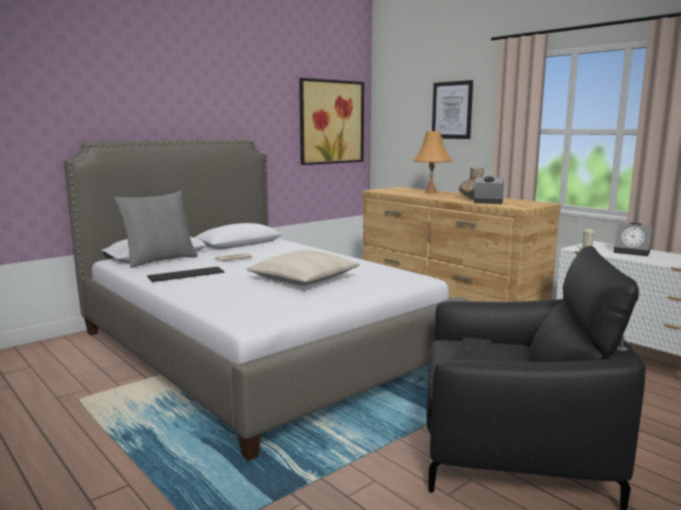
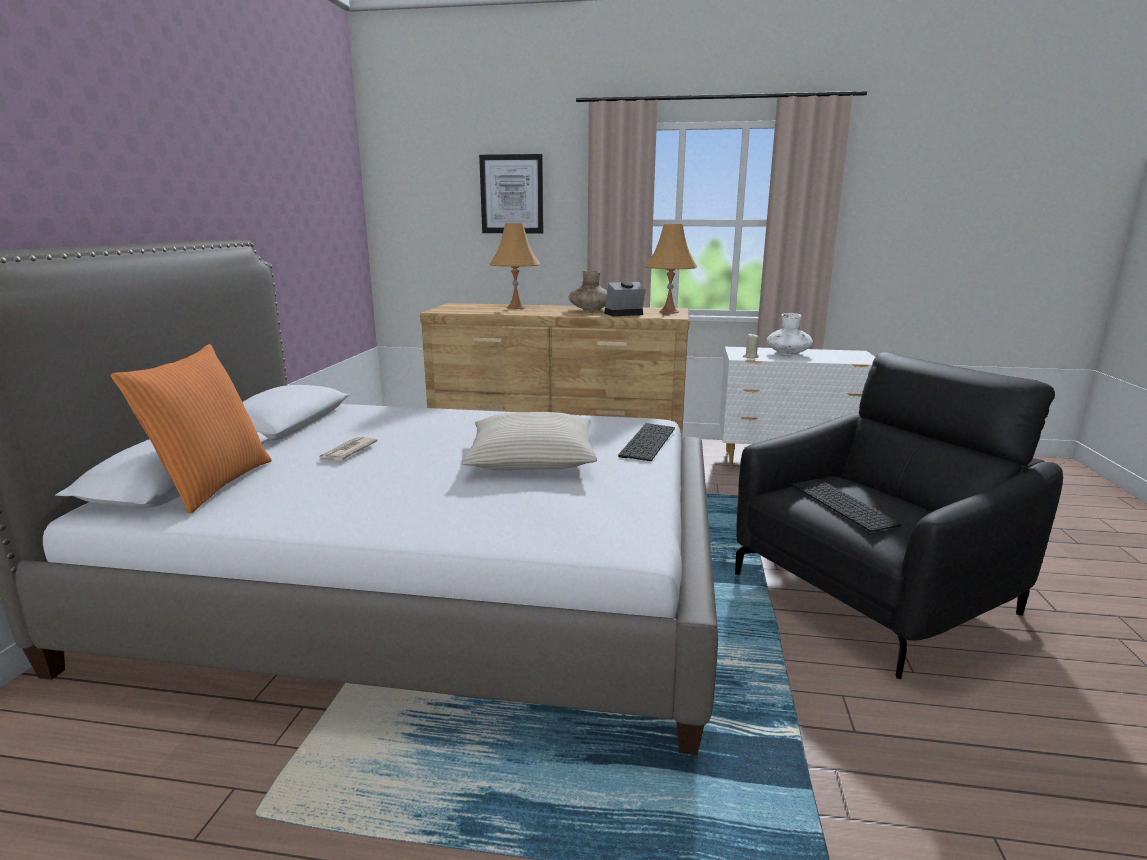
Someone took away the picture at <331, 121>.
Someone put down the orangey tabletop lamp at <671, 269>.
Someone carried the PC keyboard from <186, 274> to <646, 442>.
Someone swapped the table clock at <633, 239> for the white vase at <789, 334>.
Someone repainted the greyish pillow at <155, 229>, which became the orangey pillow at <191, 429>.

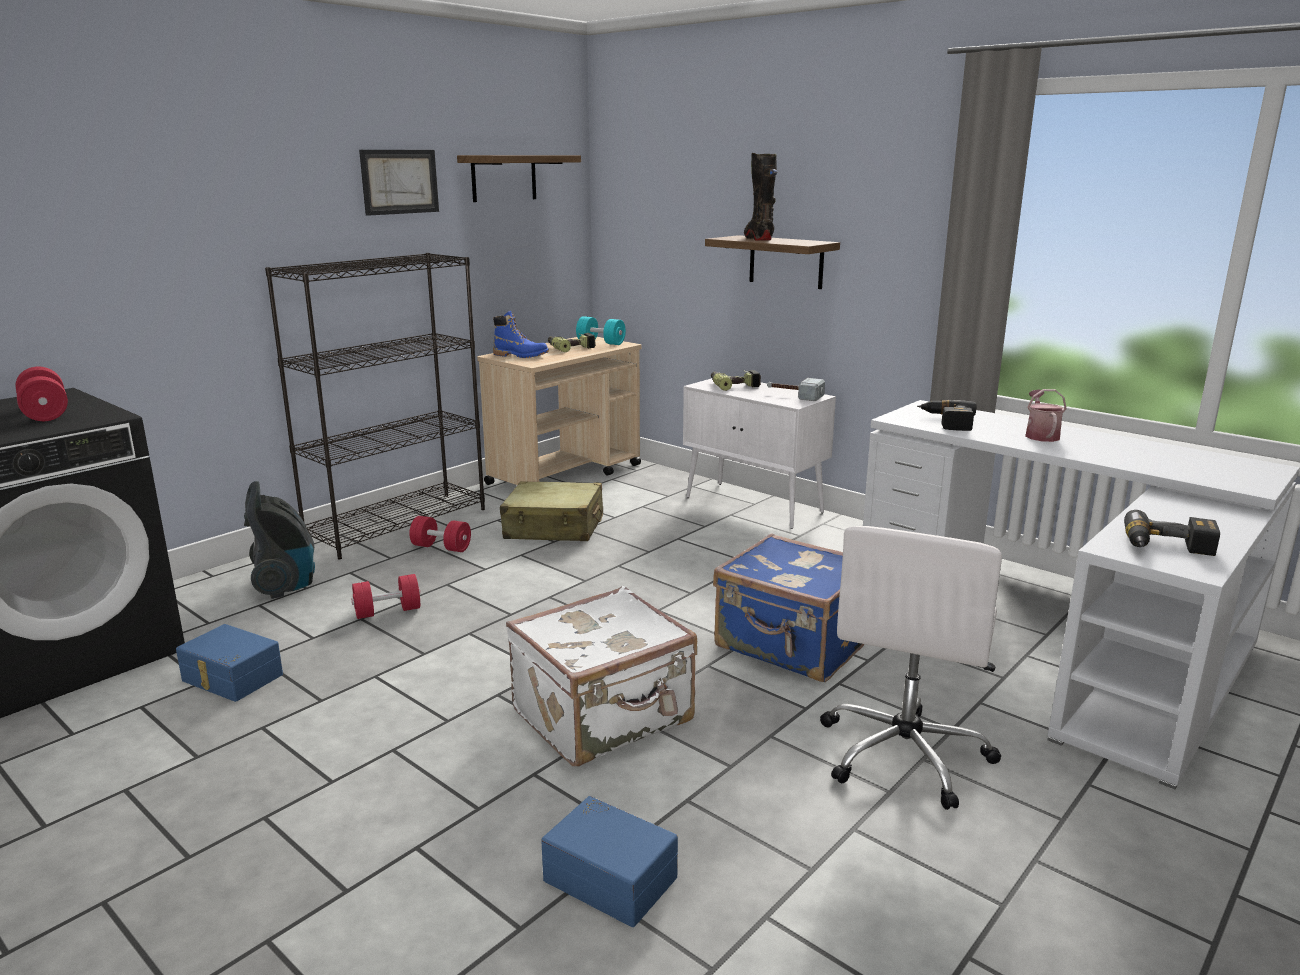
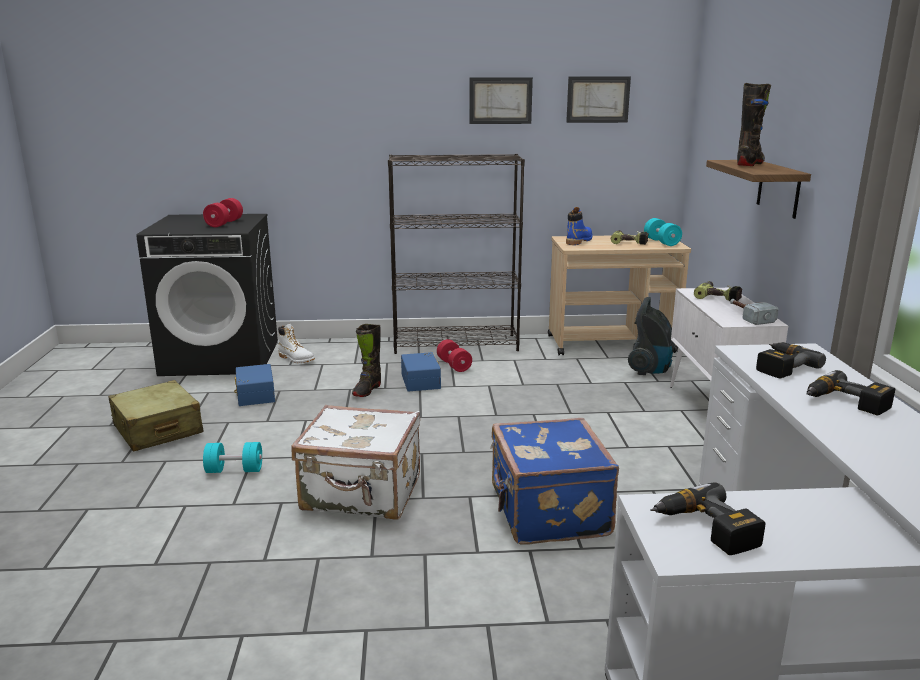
Someone took away the white office chair at <911, 668>.
Someone put down the turquoise-coloured hand weight at <232, 457>.
Someone put down the white high-top boot at <296, 343>.
Someone carried the vacuum cleaner from <279, 540> to <651, 336>.
Someone carried the sand-coloured piece of luggage from <551, 511> to <156, 416>.
Someone carried the bluish storage box from <609, 861> to <421, 371>.
Someone swapped the reddish hand weight at <385, 596> for the black high-top boot at <366, 360>.
Someone swapped the wall shelf at <519, 178> for the picture at <598, 99>.
Someone swapped the watering can at <1046, 415> for the power drill at <851, 393>.
Someone rotated the bluish high-top boot at <521, 334> by 120 degrees counterclockwise.

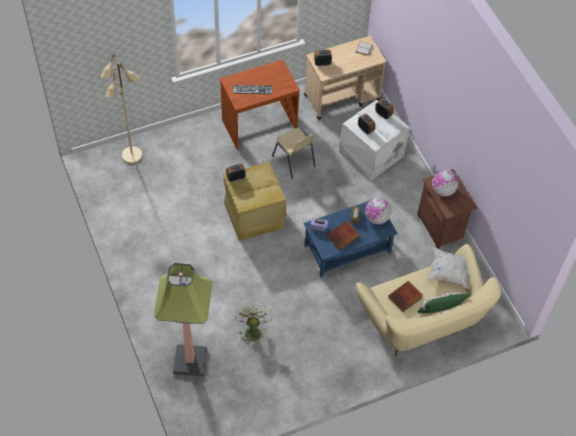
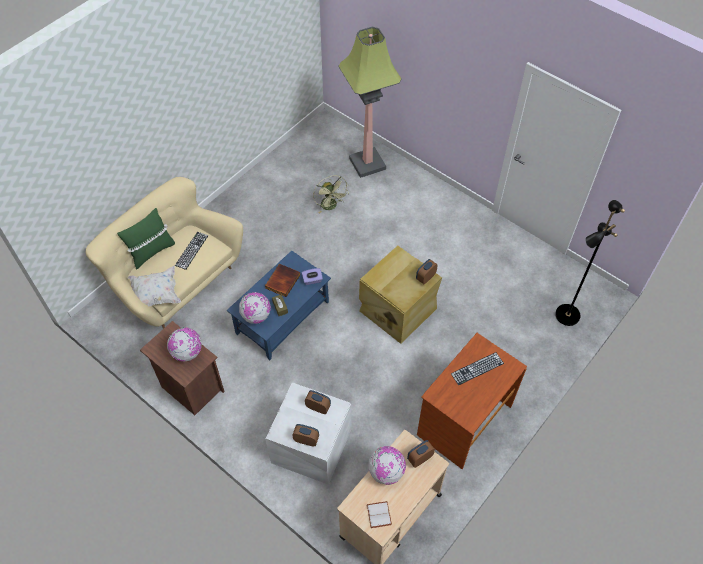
Someone took away the sand-coloured upright chair at <293, 153>.
Someone put down the desk globe at <387, 465>.
Someone swapped the book at <405, 296> for the PC keyboard at <191, 251>.
Someone repainted the sand-coloured standard lamp at <121, 109>, which became the black standard lamp at <590, 263>.

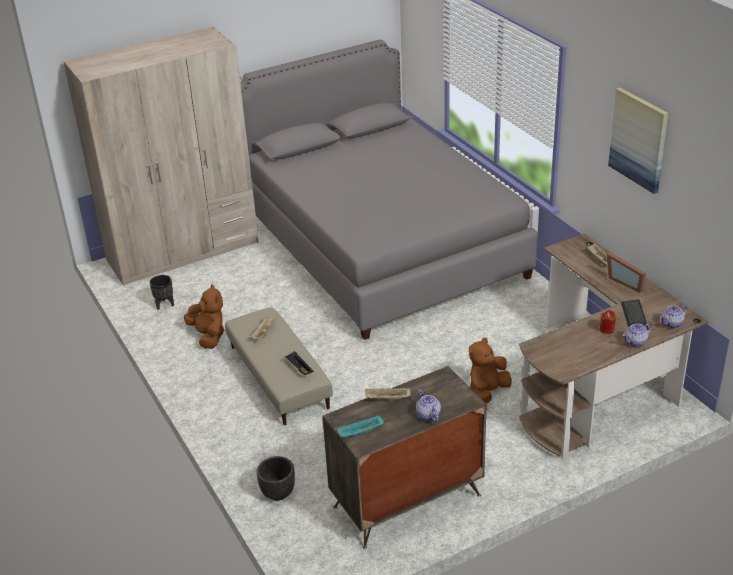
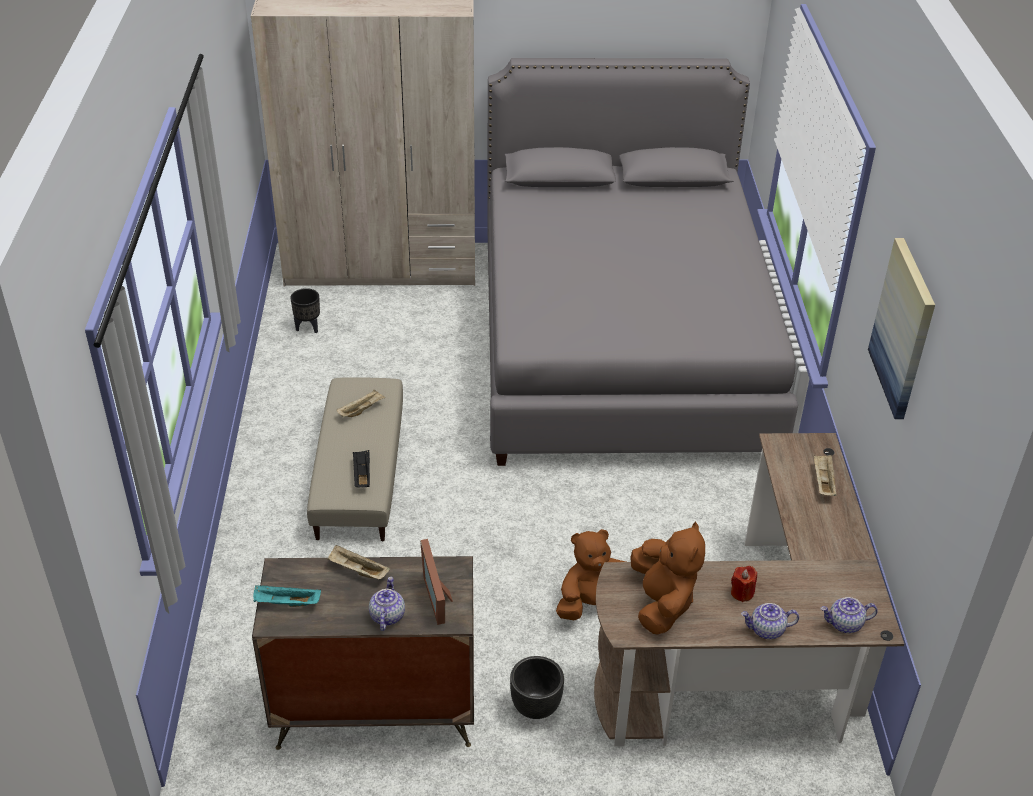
Someone took away the PC keyboard at <635, 314>.
Someone carried the brown-coloured soft toy from <204, 316> to <667, 578>.
Someone carried the black plant pot from <275, 478> to <537, 687>.
Someone carried the standing frame from <626, 272> to <436, 582>.

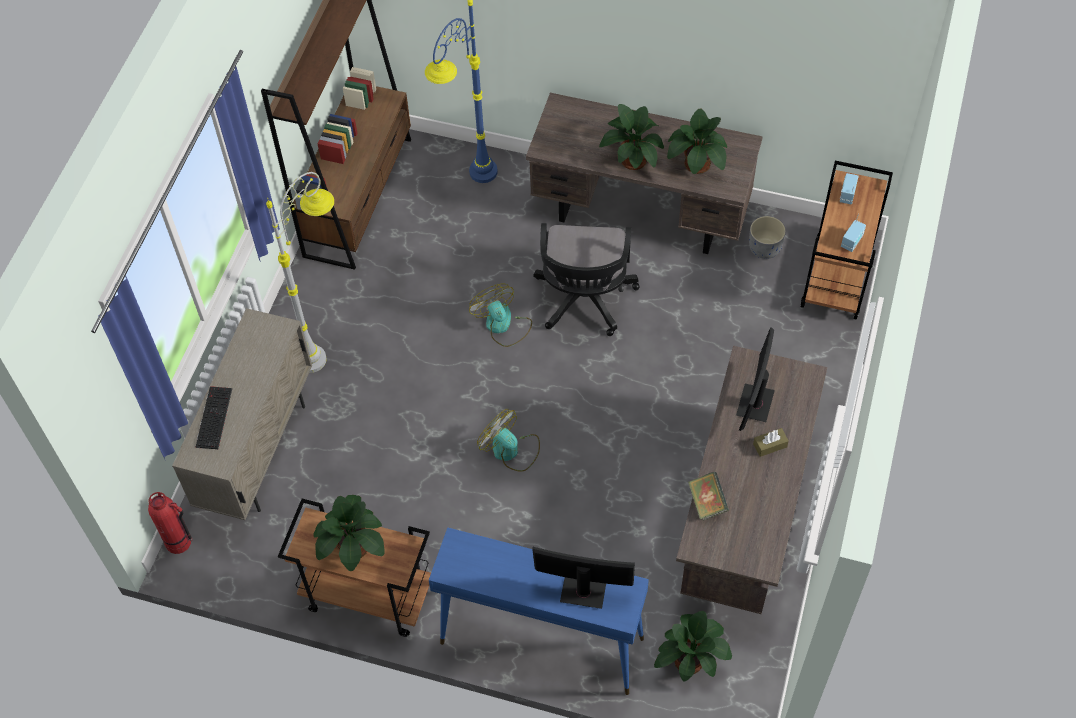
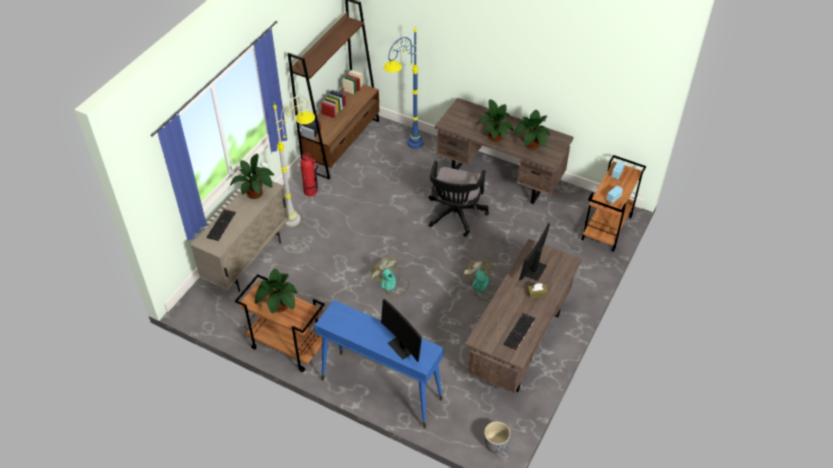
Someone took away the book at <708, 496>.
Someone put down the PC keyboard at <519, 331>.
Someone carried the fire extinguisher from <170, 523> to <309, 174>.
Someone carried the cooling fan from <500, 315> to <482, 279>.
Someone carried the houseplant from <693, 646> to <252, 176>.
Someone carried the greyish plant pot from <767, 237> to <497, 437>.
Someone rotated the computer screen at <583, 578> by 150 degrees counterclockwise.

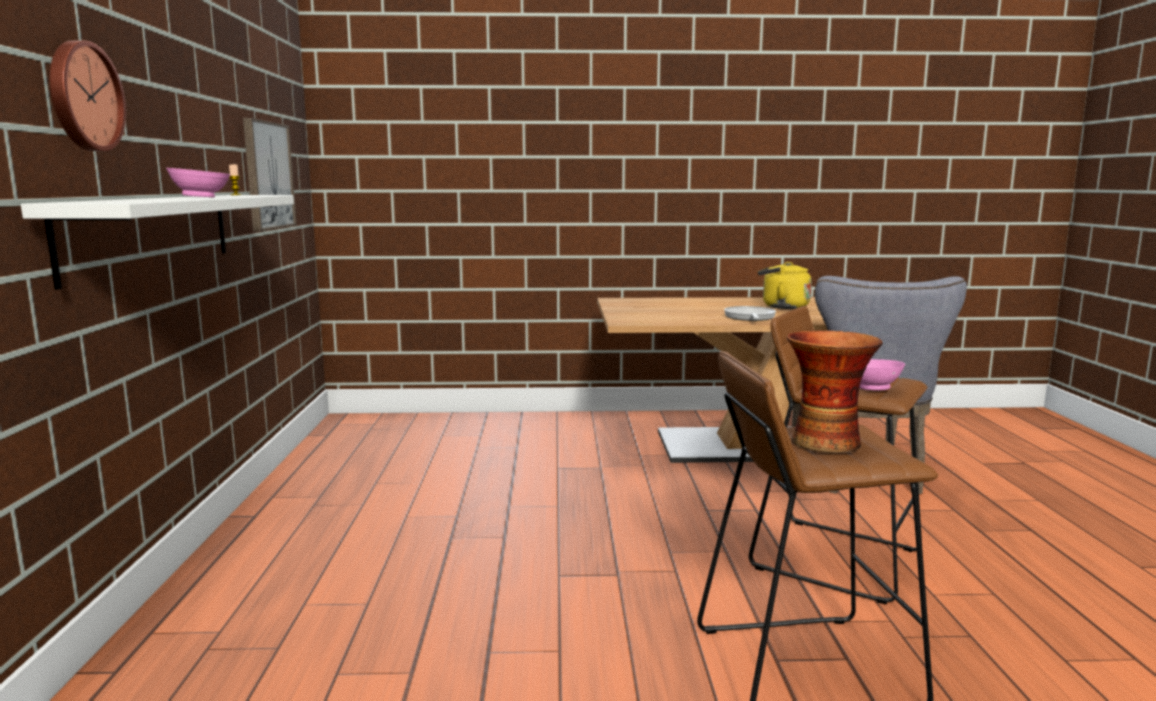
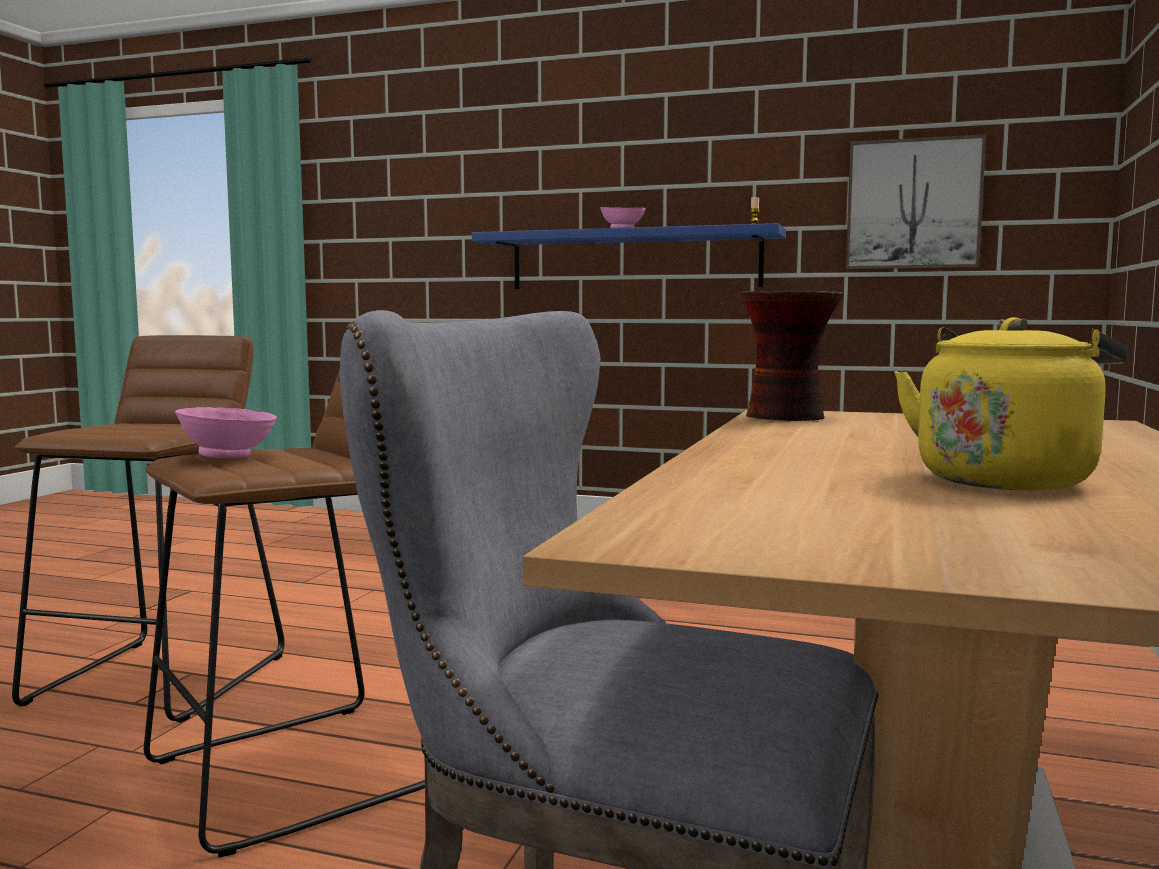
Someone took away the clock on the wall at <88, 96>.
Someone took away the frying pan at <750, 313>.
Someone carried the vase from <835, 392> to <790, 356>.
Someone repainted the white wall shelf at <157, 242>, which became the bluish wall shelf at <629, 256>.

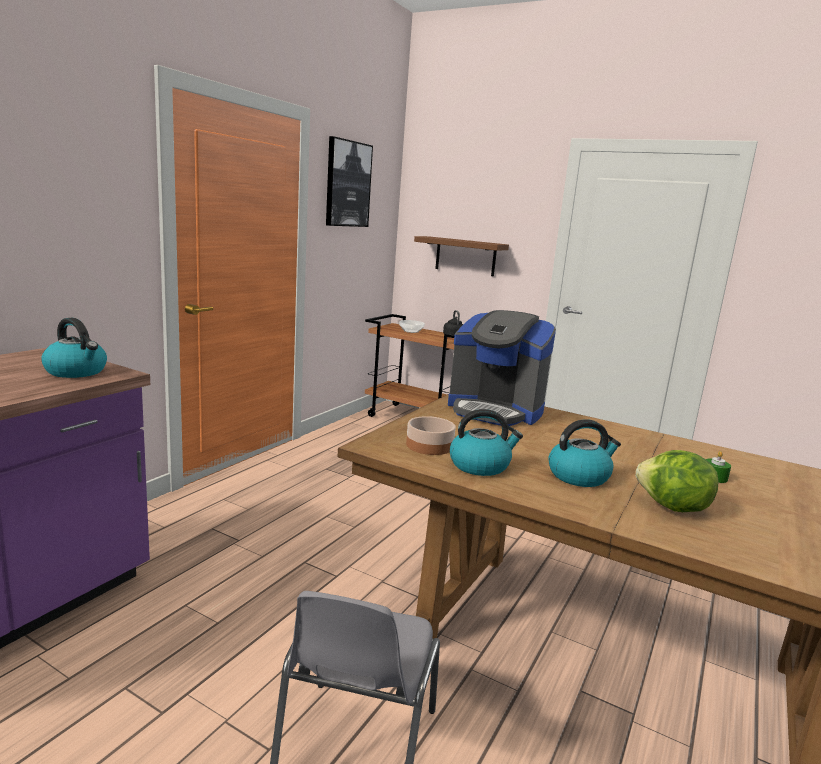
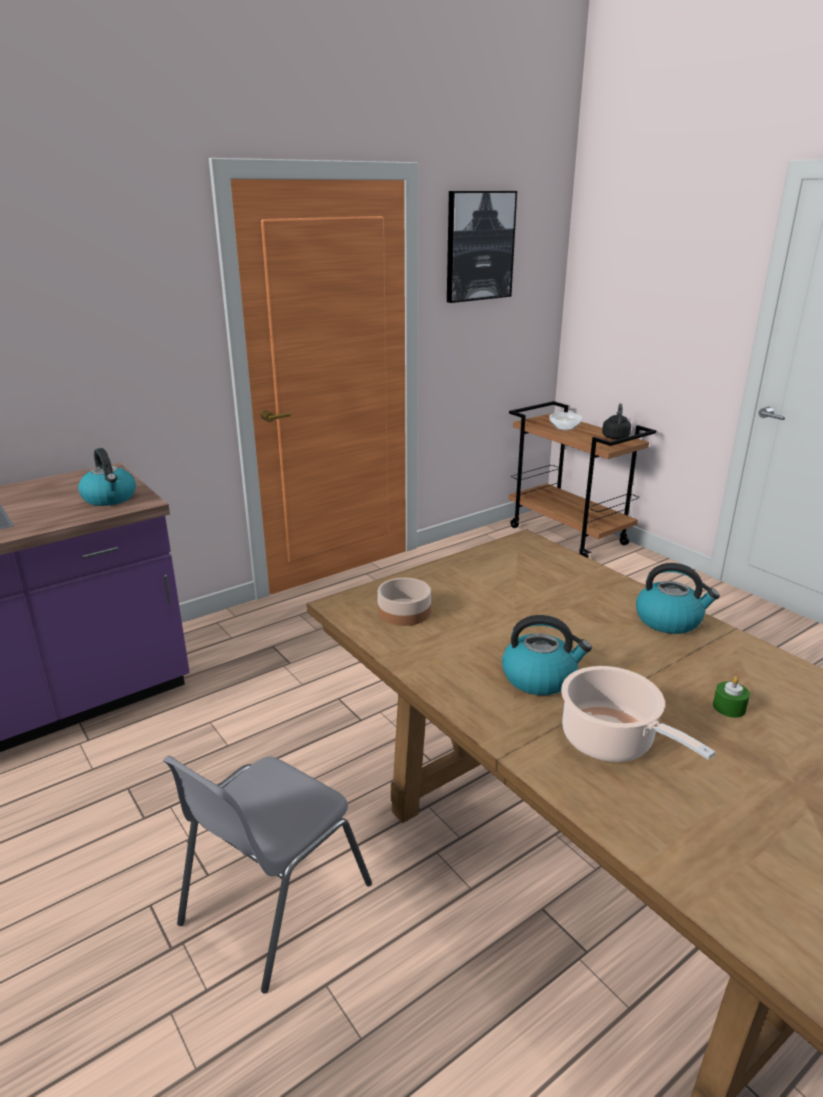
Someone took away the brown-coloured wall shelf at <461, 256>.
Someone took away the coffee brewer at <502, 368>.
Someone carried the water kettle from <486, 442> to <678, 598>.
Someone swapped the lettuce head at <677, 481> for the saucepot at <638, 714>.

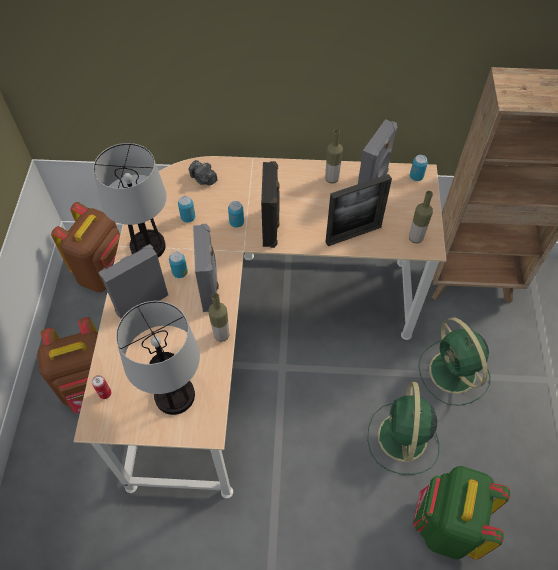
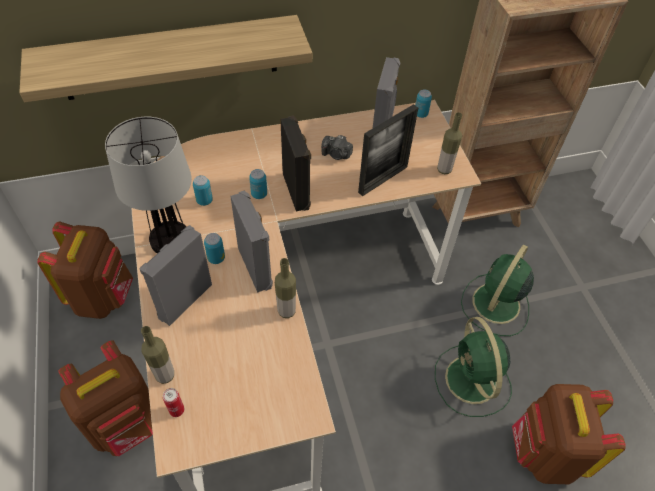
Someone took away the tabletop lamp at <158, 358>.
Someone put up the wall shelf at <165, 58>.
Someone carried the still camera from <203, 172> to <337, 147>.
Someone carried the bottle from <334, 156> to <157, 355>.
Someone repainted the green rucksack at <461, 513>, which became the brown-coloured rucksack at <569, 434>.
Someone rotated the green cooling fan at <455, 361> by 75 degrees clockwise.

